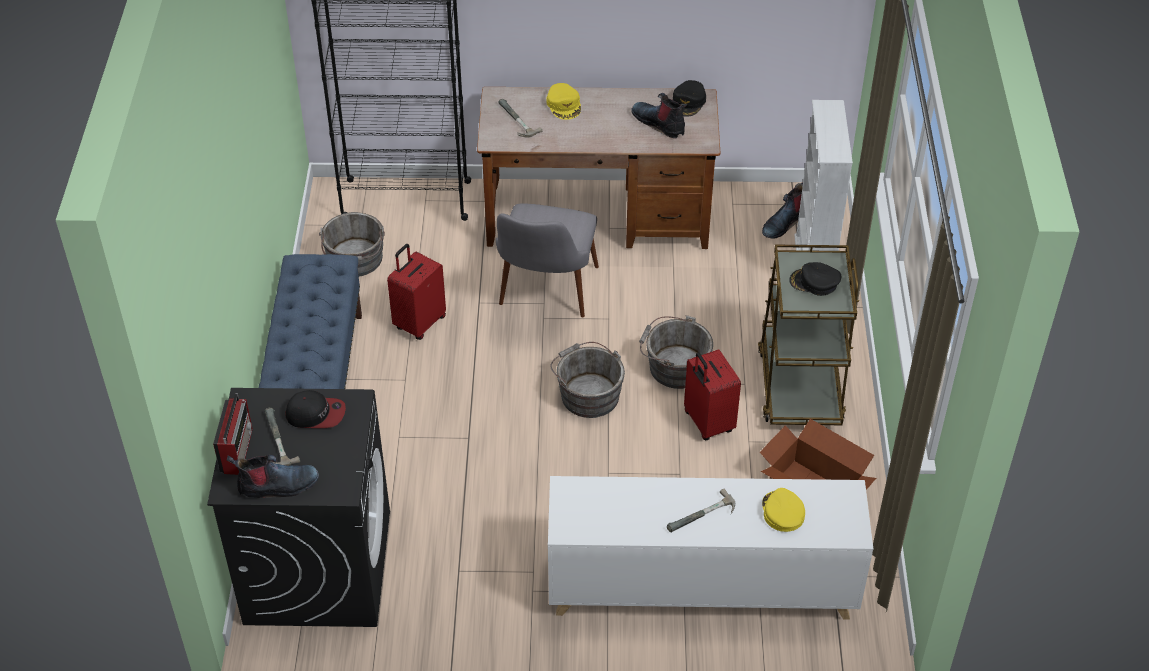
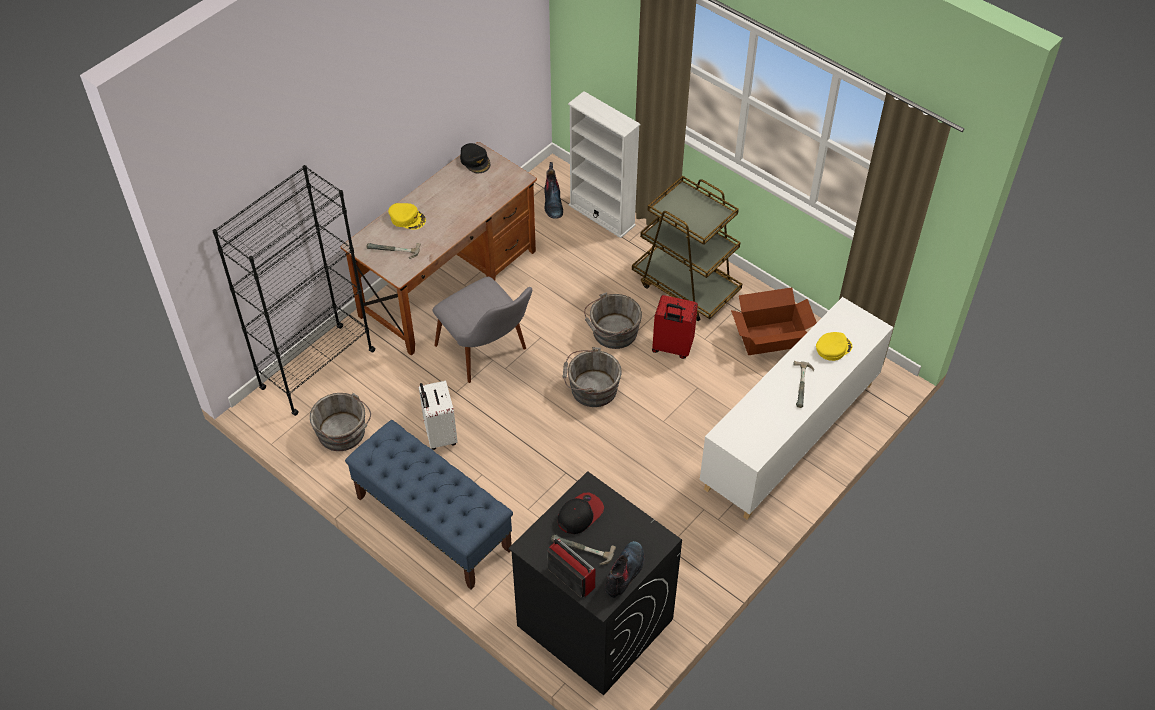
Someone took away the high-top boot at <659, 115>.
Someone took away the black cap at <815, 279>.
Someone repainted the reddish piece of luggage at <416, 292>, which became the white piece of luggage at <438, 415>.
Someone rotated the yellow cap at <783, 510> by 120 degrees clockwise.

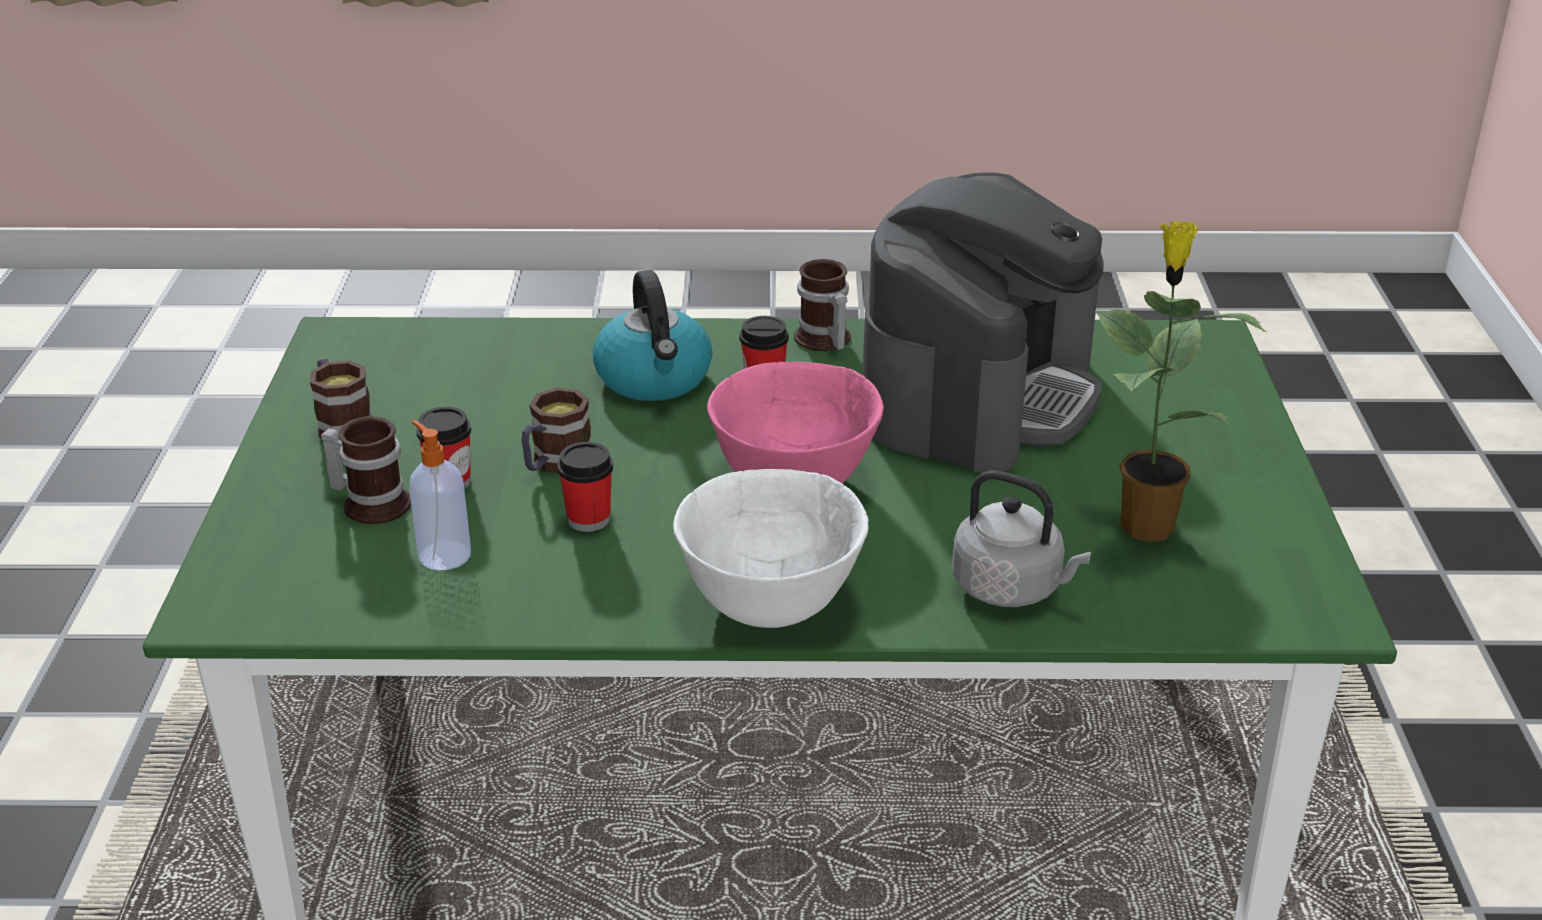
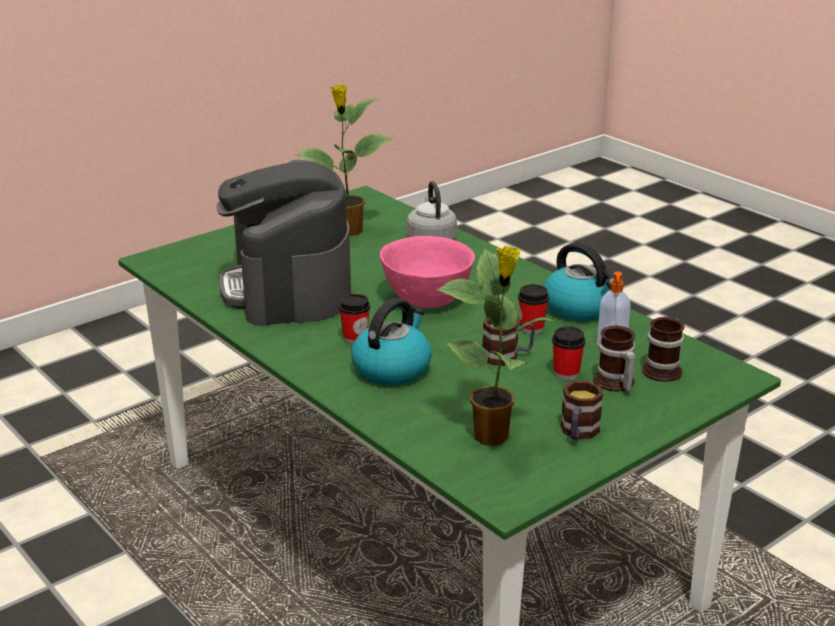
Someone took away the white deep dish at <771, 548>.
Someone put down the houseplant at <495, 346>.
Someone put down the water kettle at <579, 281>.
Someone carried the coffee mug from <822, 305> to <663, 349>.
Someone rotated the coffee brewer at <983, 323> by 90 degrees counterclockwise.

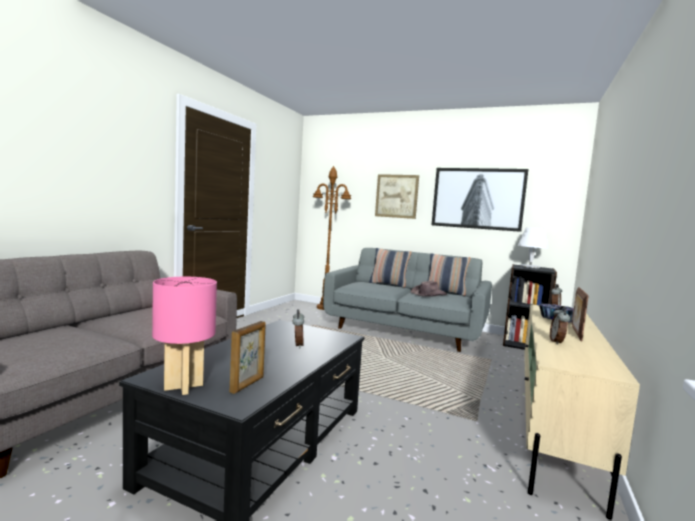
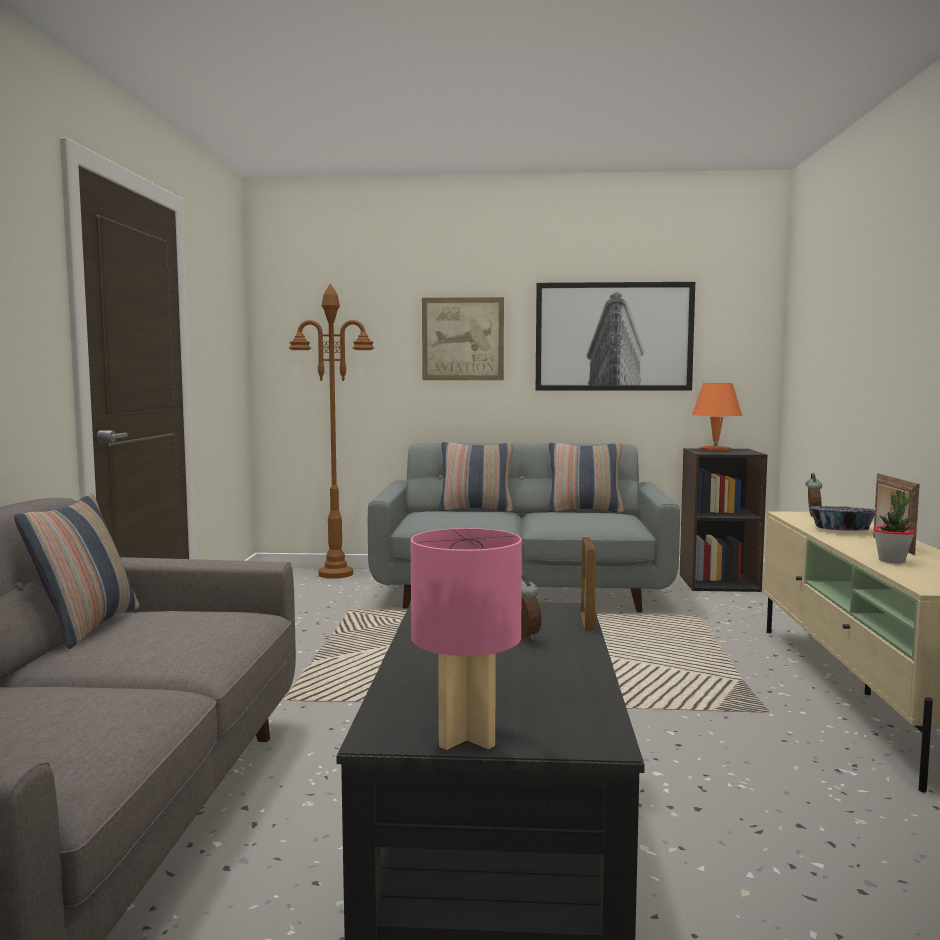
Someone took away the brown-coloured hat at <429, 289>.
Someone put down the pillow at <76, 571>.
Someone carried the standing frame from <247, 357> to <588, 583>.
Someone swapped the table clock at <560, 325> for the houseplant at <894, 527>.
Someone repainted the white tabletop lamp at <533, 248>, which became the orangey tabletop lamp at <717, 417>.

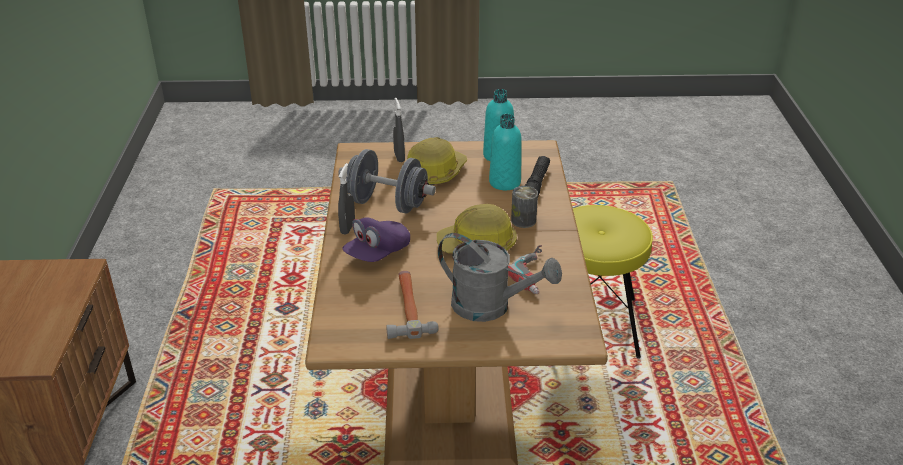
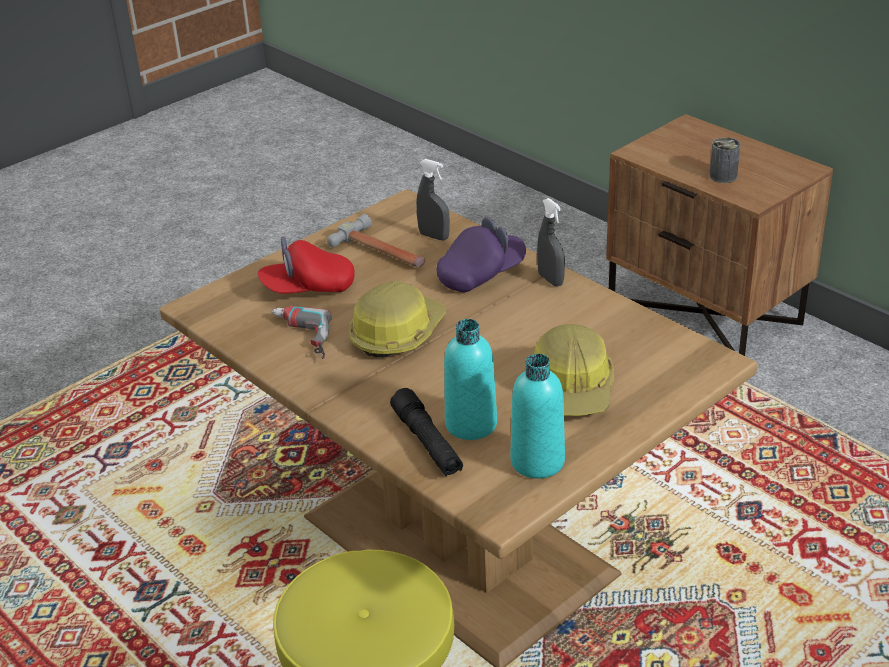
Someone took away the greyish hand weight at <387, 181>.
Someone carried the greyish sprayer from <399, 130> to <433, 199>.
Someone carried the sealed can from <524, 207> to <724, 160>.
Someone swapped the greyish watering can at <500, 277> for the reddish cap at <306, 265>.
Someone rotated the purplish cap at <376, 239> by 60 degrees clockwise.

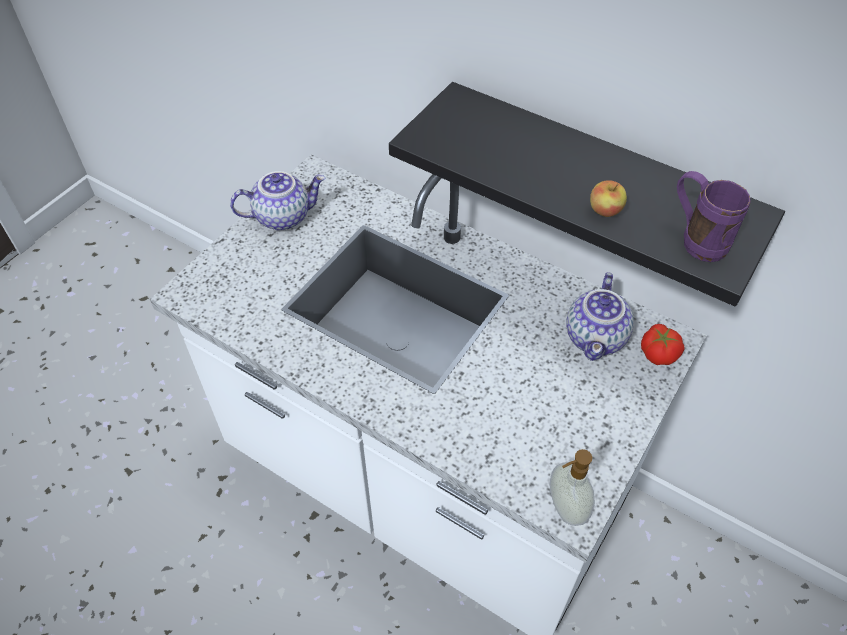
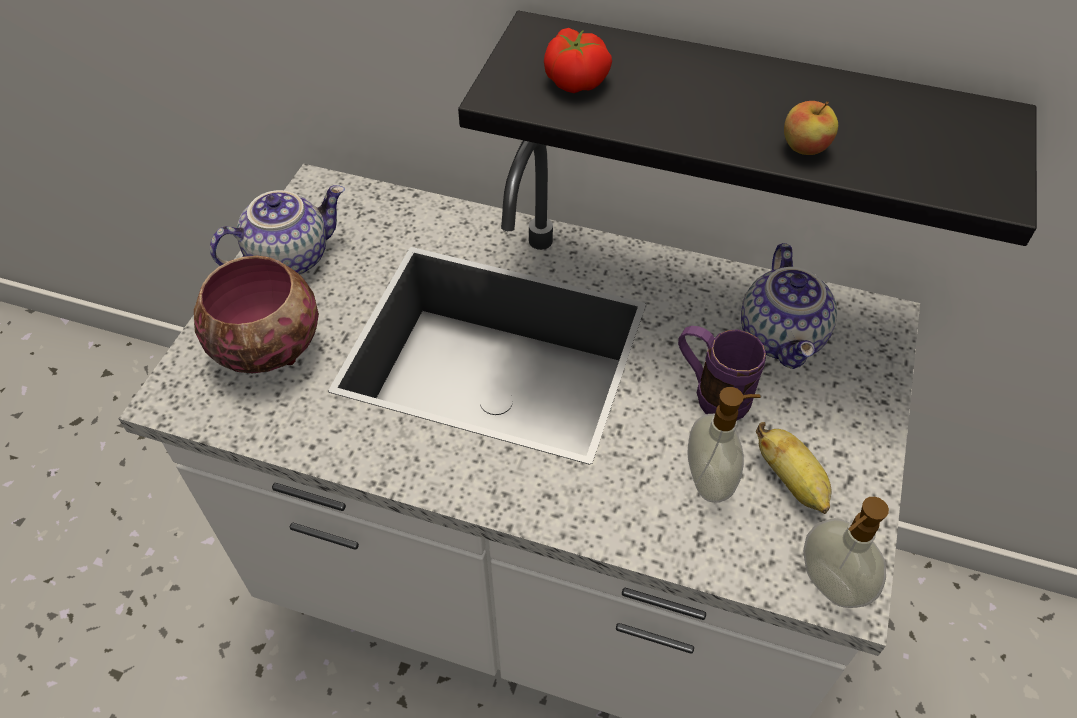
Someone put down the deep dish at <256, 314>.
Someone put down the soap dispenser at <724, 445>.
Someone put down the banana at <794, 468>.
Someone carried the whole tomato from <663, 344> to <578, 60>.
Someone carried the purplish coffee mug from <714, 216> to <722, 373>.

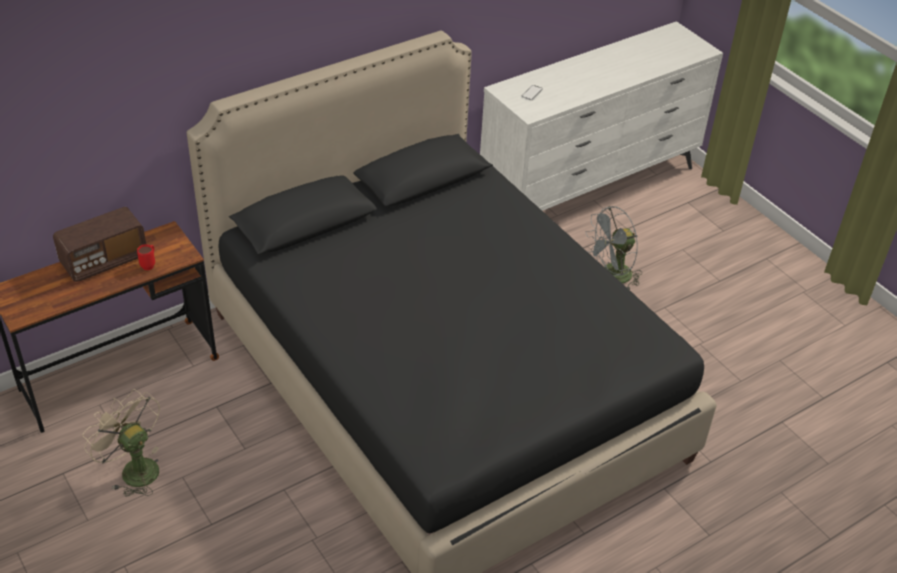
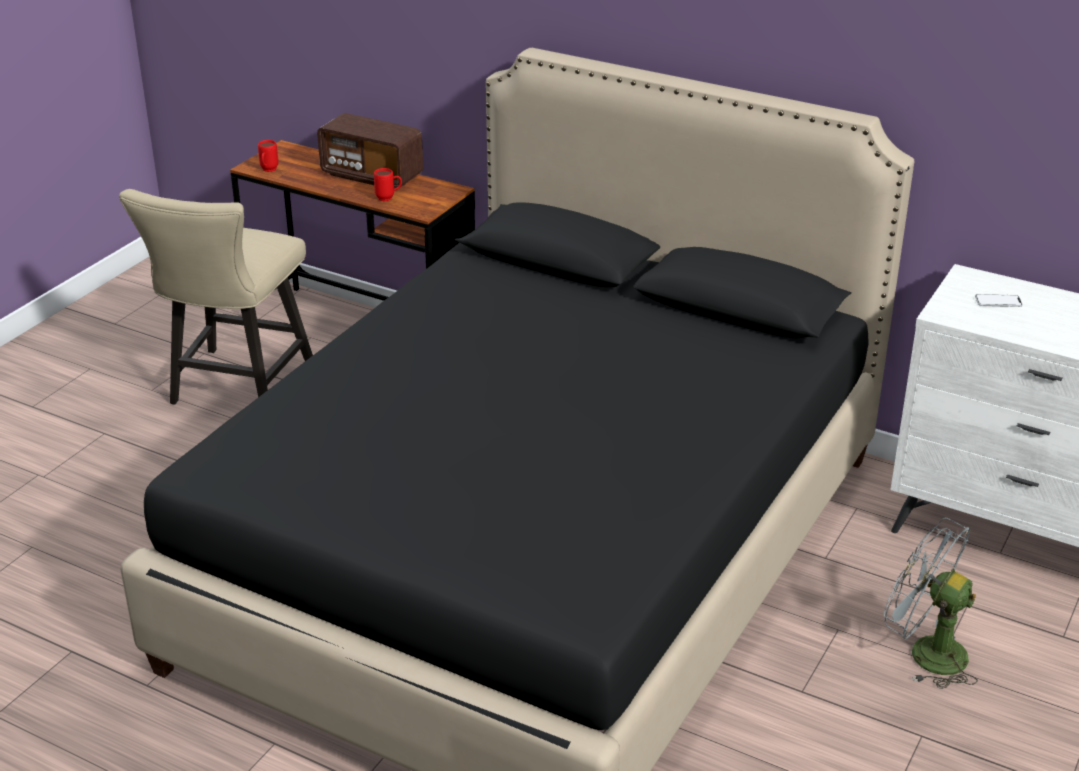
Someone put down the reddish coffee mug at <268, 156>.
Someone swapped the sand-coloured cooling fan at <121, 443> for the sand-coloured upright chair at <216, 297>.

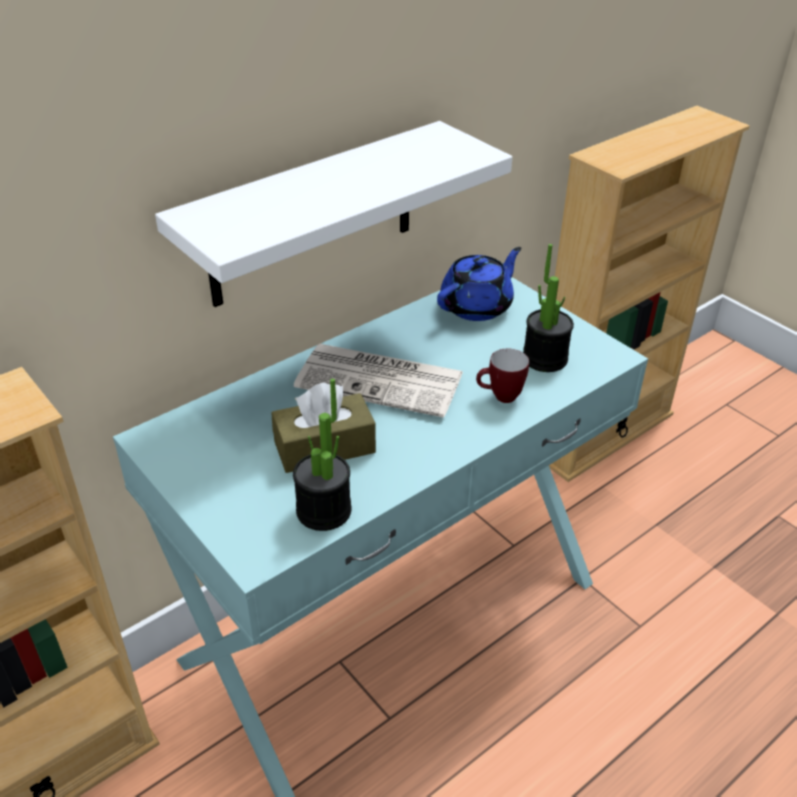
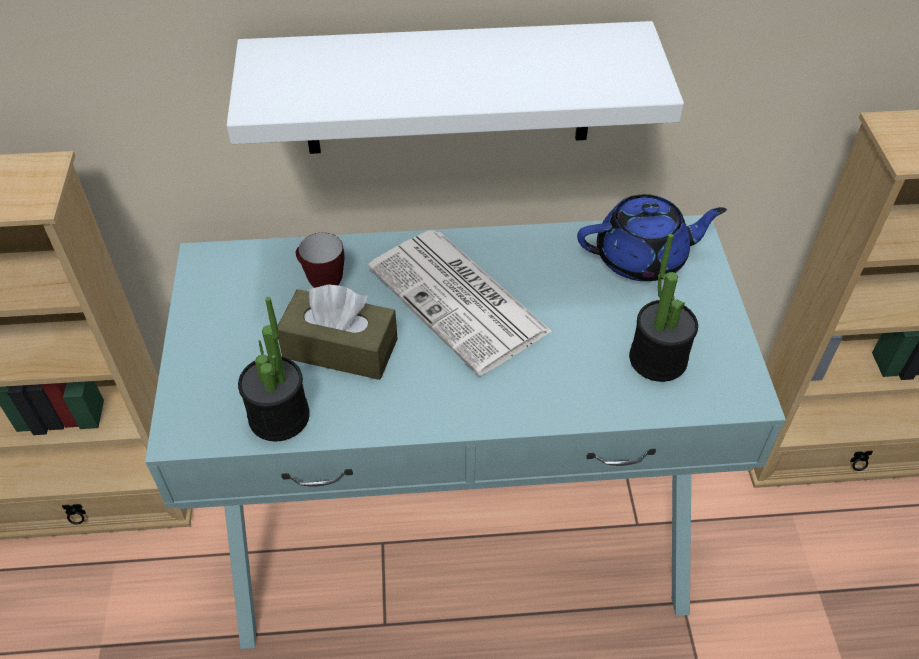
Someone carried the coffee mug from <502, 376> to <320, 260>.

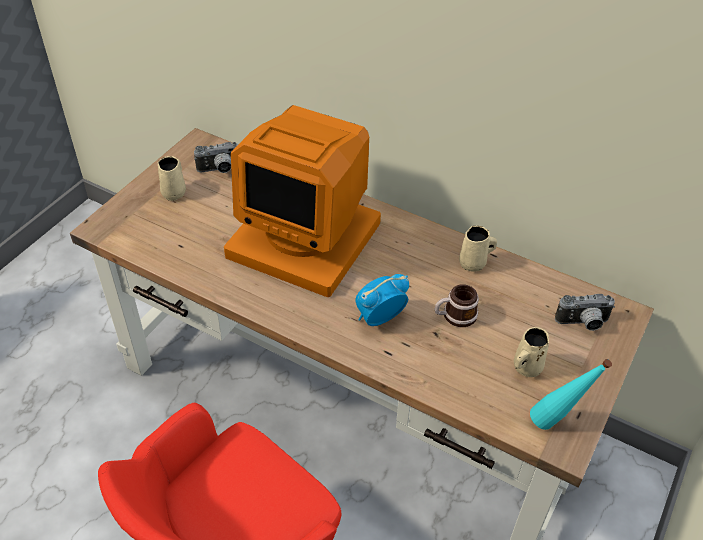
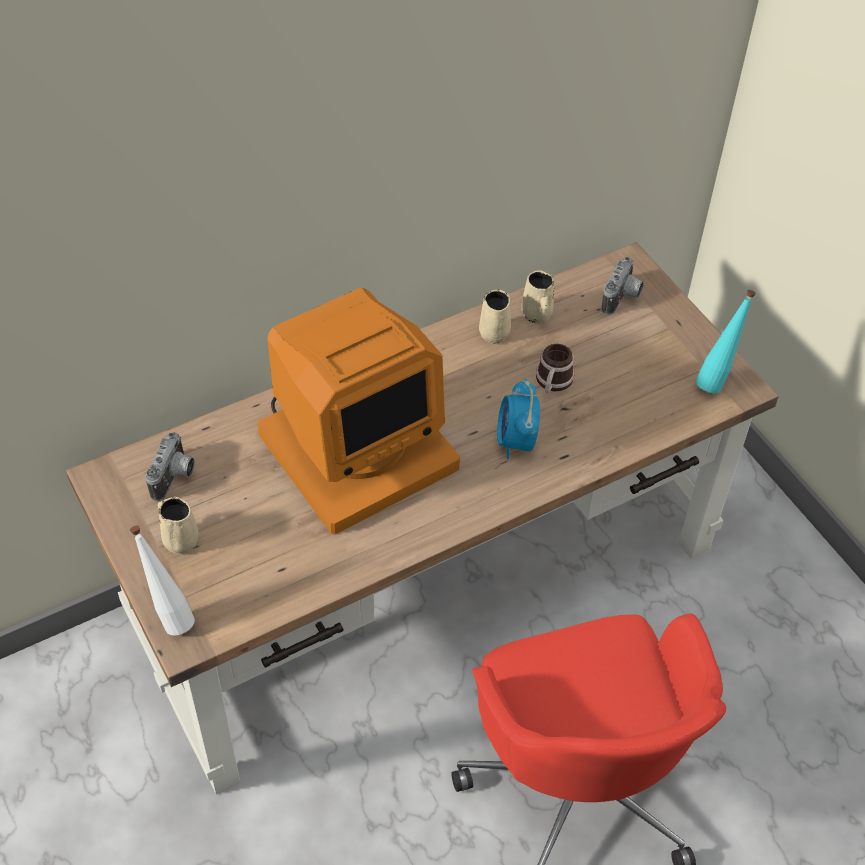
Someone put down the white bottle at <162, 580>.
Someone carried the sand-coloured coffee mug from <531, 352> to <538, 297>.

